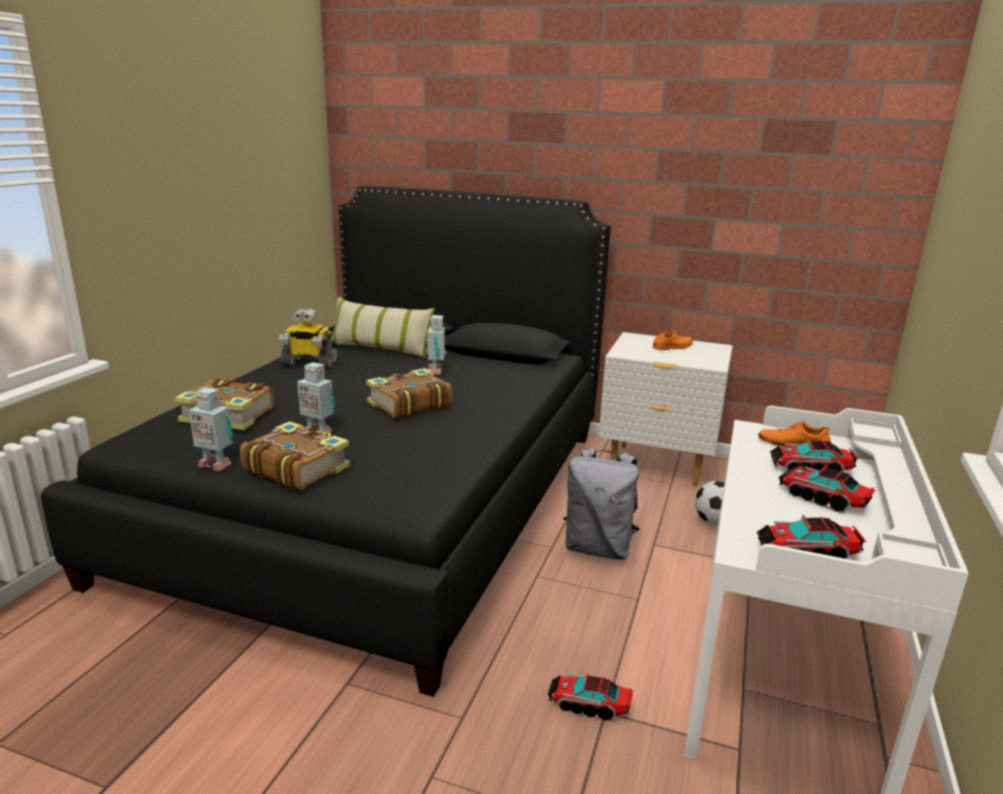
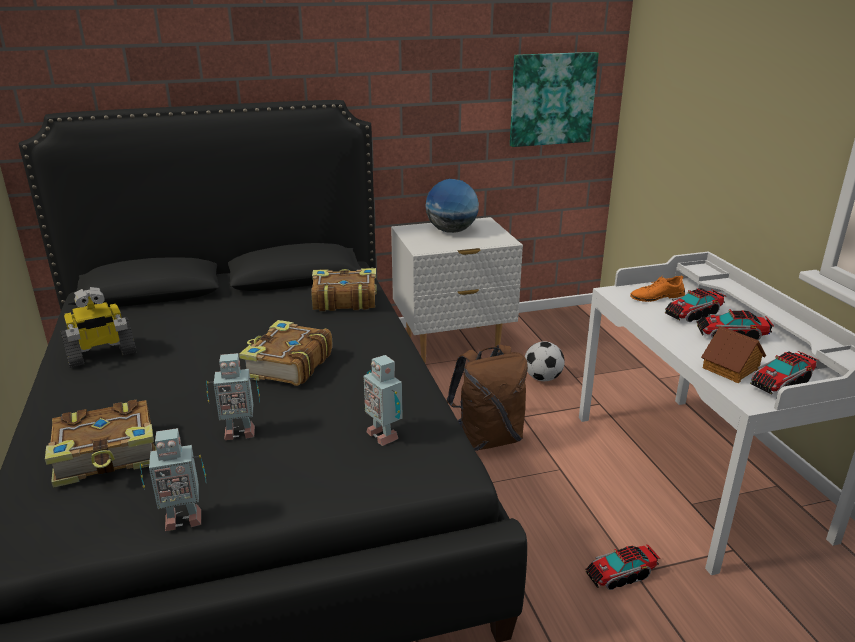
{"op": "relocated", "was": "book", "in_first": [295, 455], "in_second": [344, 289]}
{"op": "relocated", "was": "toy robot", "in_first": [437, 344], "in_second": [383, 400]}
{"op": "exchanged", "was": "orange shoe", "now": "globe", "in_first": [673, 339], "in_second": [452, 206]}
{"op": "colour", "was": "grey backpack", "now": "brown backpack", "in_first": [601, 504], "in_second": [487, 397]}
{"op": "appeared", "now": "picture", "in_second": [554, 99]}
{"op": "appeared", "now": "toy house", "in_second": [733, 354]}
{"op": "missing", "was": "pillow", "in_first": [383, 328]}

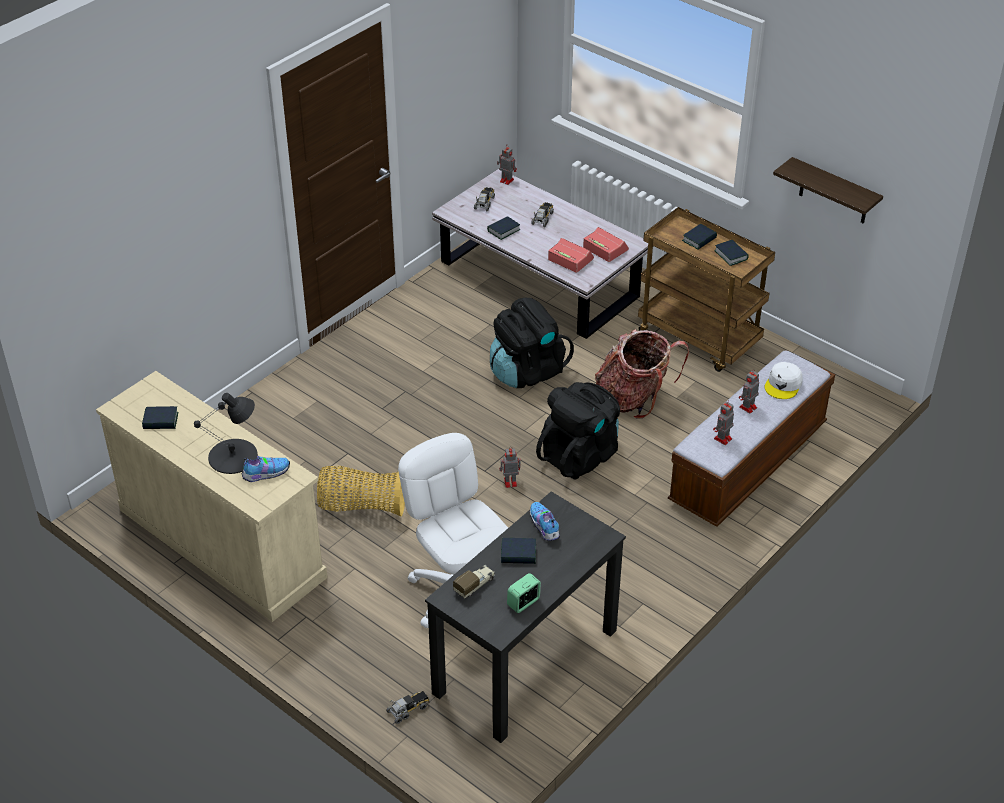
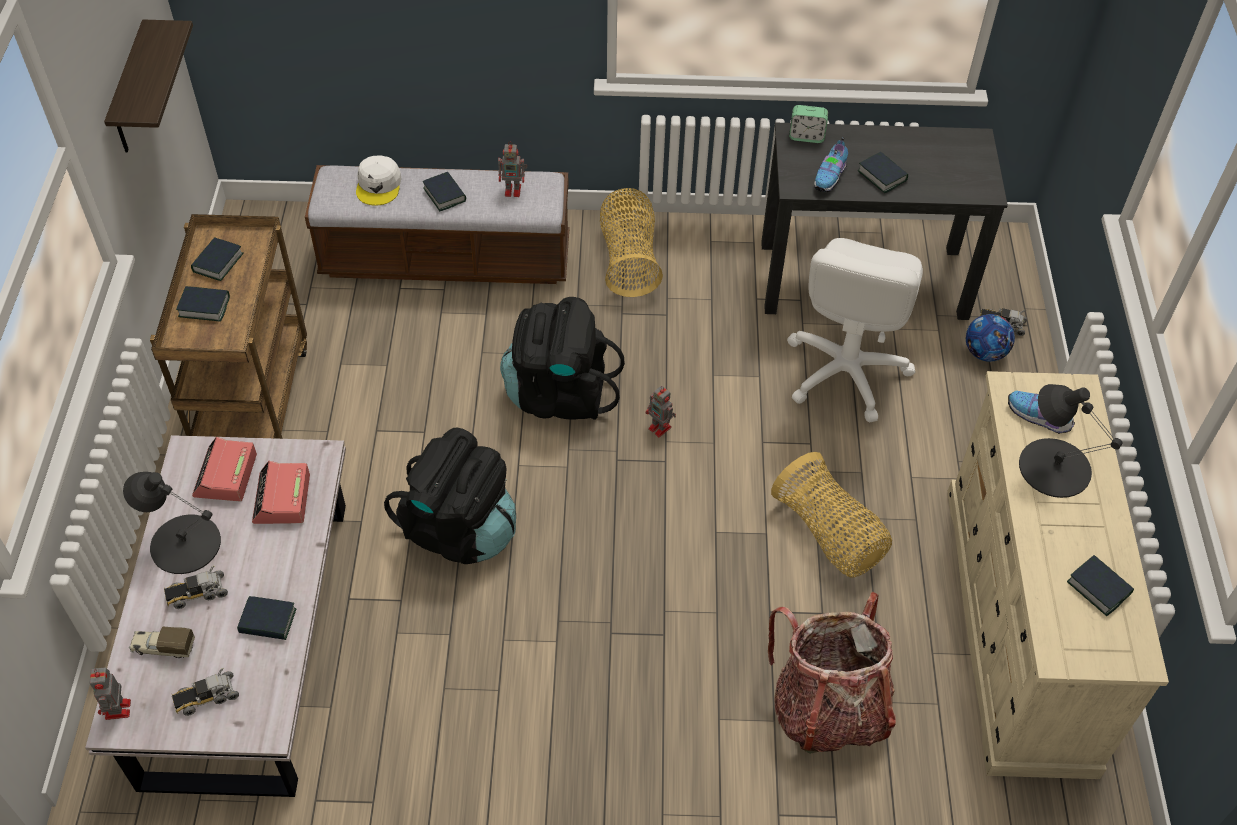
{"op": "appeared", "now": "black table lamp", "in_second": [172, 523]}
{"op": "relocated", "was": "toy truck", "in_first": [474, 581], "in_second": [162, 642]}
{"op": "spun", "was": "white cap", "in_first": [784, 380], "in_second": [378, 180], "clockwise": 105}
{"op": "exchanged", "was": "toy robot", "now": "book", "in_first": [749, 391], "in_second": [444, 191]}
{"op": "appeared", "now": "basket", "in_second": [631, 242]}
{"op": "relocated", "was": "backpack", "in_first": [642, 374], "in_second": [832, 672]}
{"op": "relocated", "was": "alarm clock", "in_first": [524, 593], "in_second": [808, 124]}
{"op": "appeared", "now": "football", "in_second": [990, 338]}

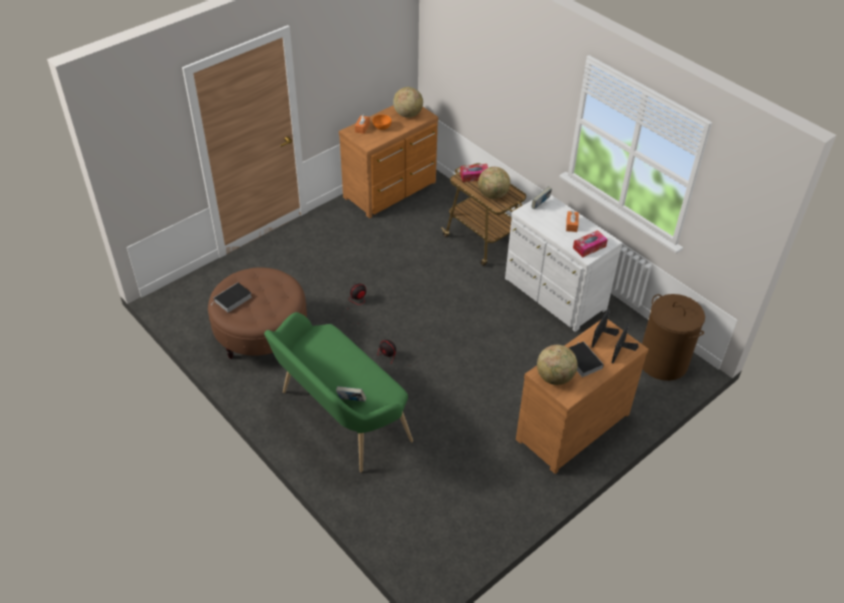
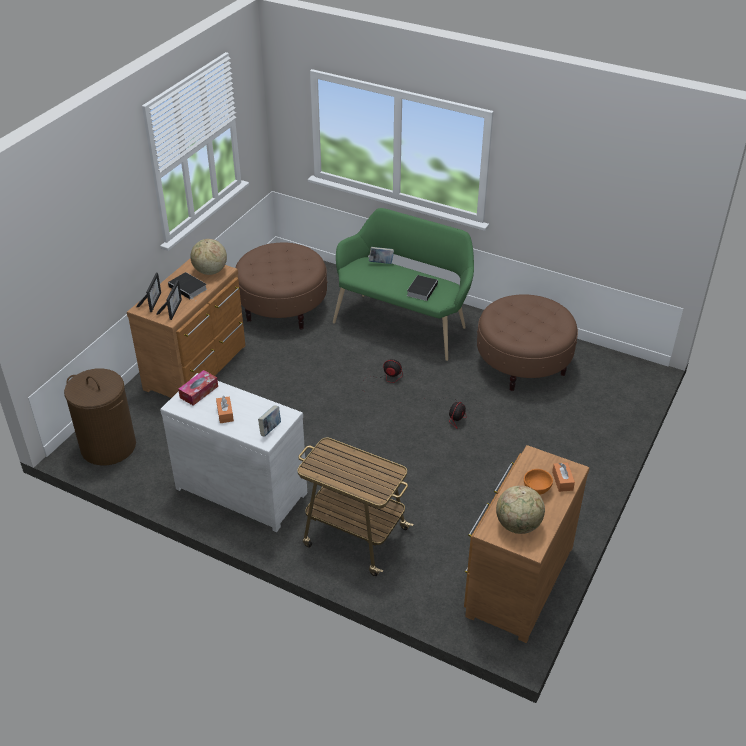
{"op": "appeared", "now": "brown ottoman", "in_second": [281, 285]}
{"op": "relocated", "was": "book", "in_first": [232, 297], "in_second": [422, 288]}
{"op": "missing", "was": "tissue box", "in_first": [474, 173]}
{"op": "missing", "was": "globe", "in_first": [494, 183]}

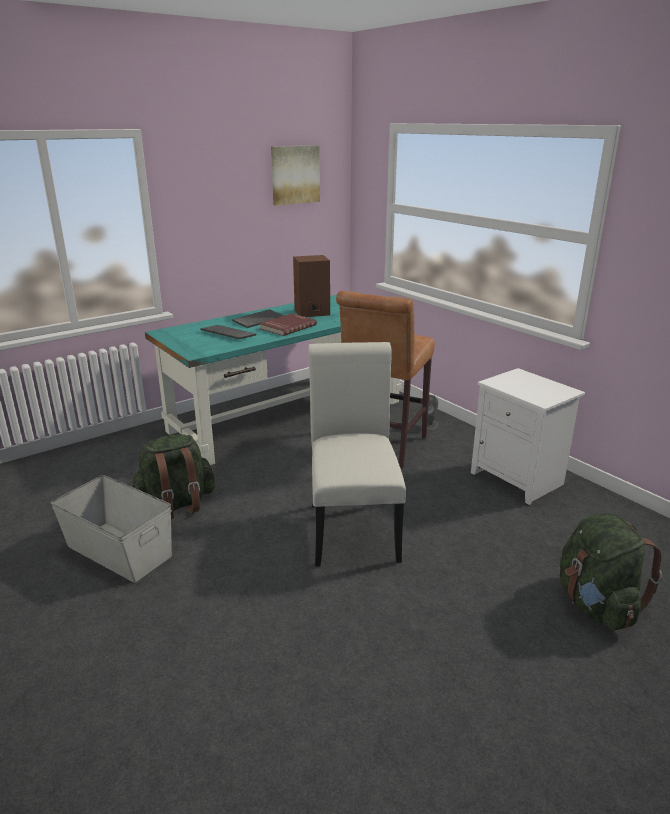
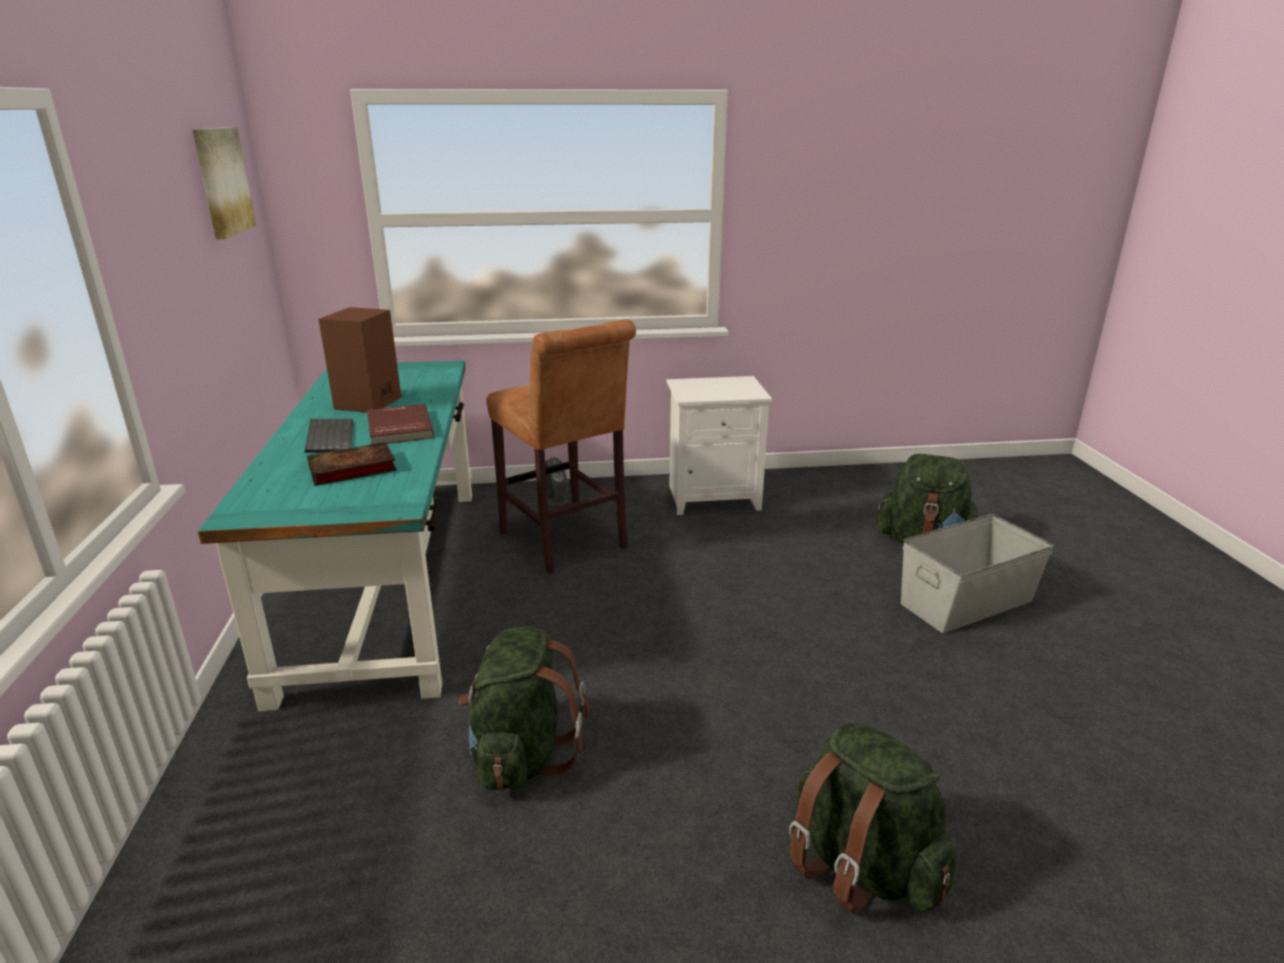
{"op": "exchanged", "was": "keyboard", "now": "book", "in_first": [228, 332], "in_second": [352, 464]}
{"op": "appeared", "now": "green backpack", "in_second": [872, 818]}
{"op": "relocated", "was": "grey storage box", "in_first": [111, 529], "in_second": [977, 573]}
{"op": "missing", "was": "white chair", "in_first": [357, 454]}

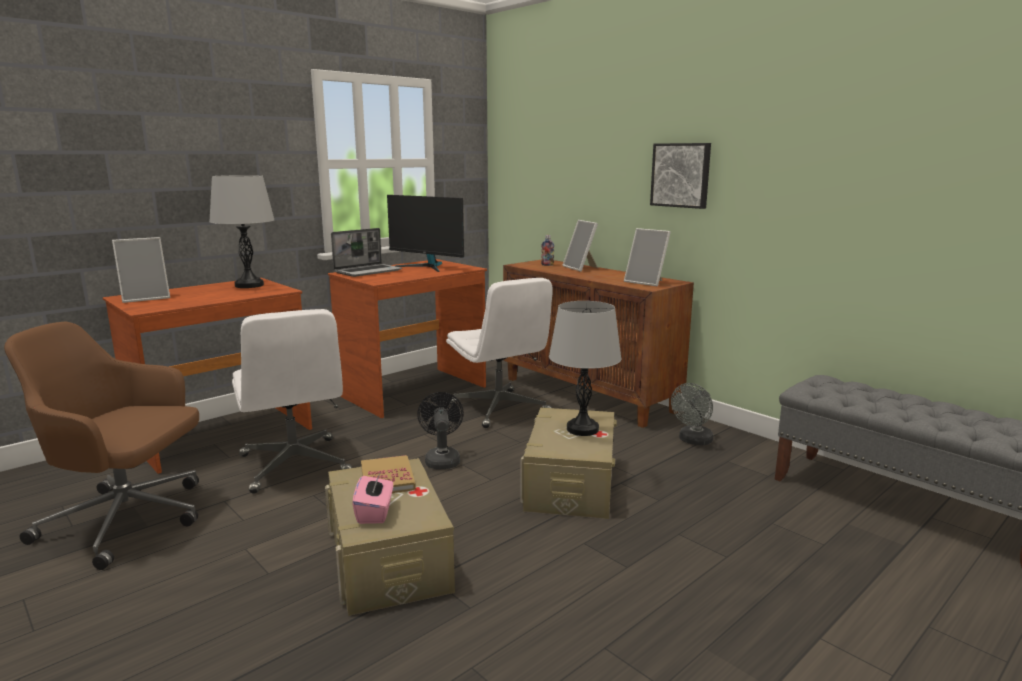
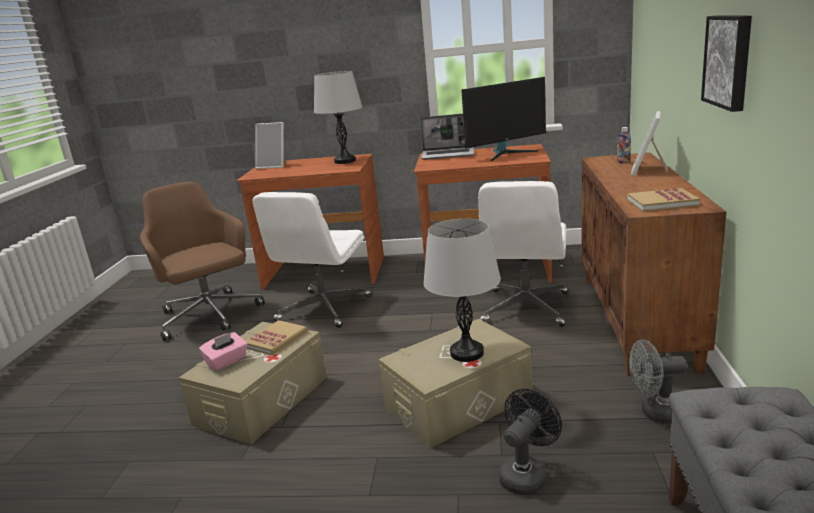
{"op": "spun", "was": "monitor", "in_first": [425, 233], "in_second": [504, 119], "clockwise": -105}
{"op": "relocated", "was": "black fan", "in_first": [440, 430], "in_second": [530, 441]}
{"op": "exchanged", "was": "picture frame", "now": "book", "in_first": [647, 257], "in_second": [663, 200]}

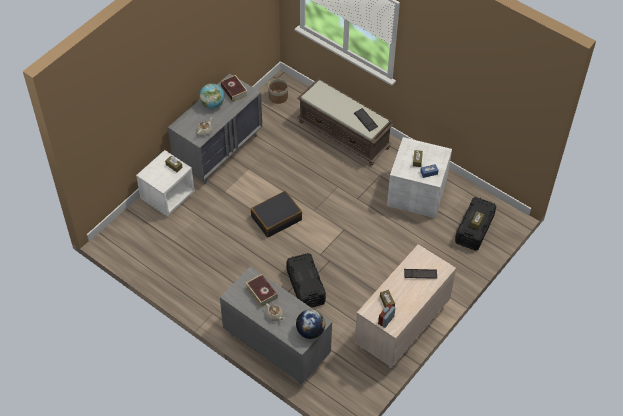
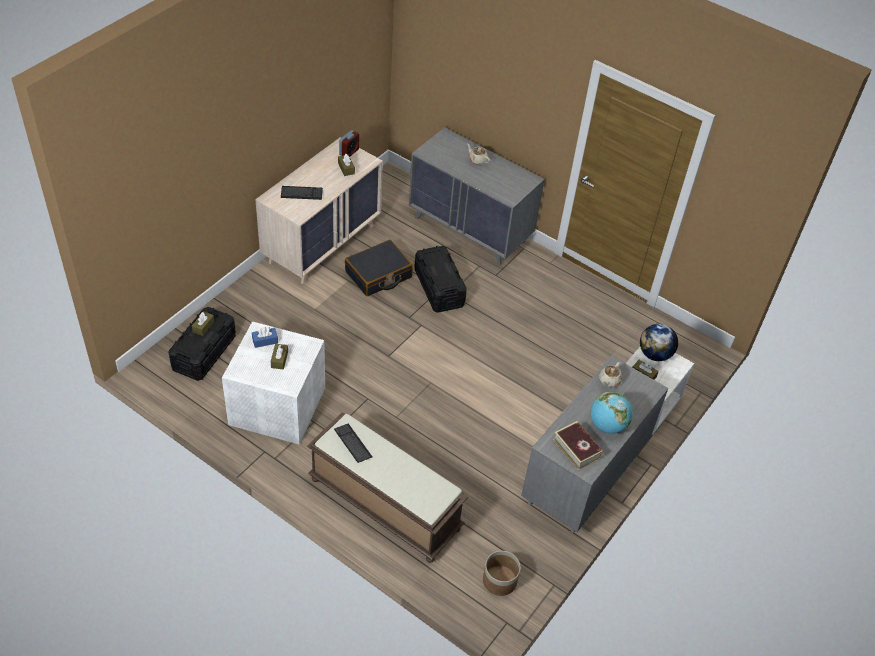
{"op": "relocated", "was": "black suitcase", "in_first": [276, 214], "in_second": [379, 268]}
{"op": "relocated", "was": "globe", "in_first": [310, 324], "in_second": [659, 342]}
{"op": "missing", "was": "book", "in_first": [262, 291]}

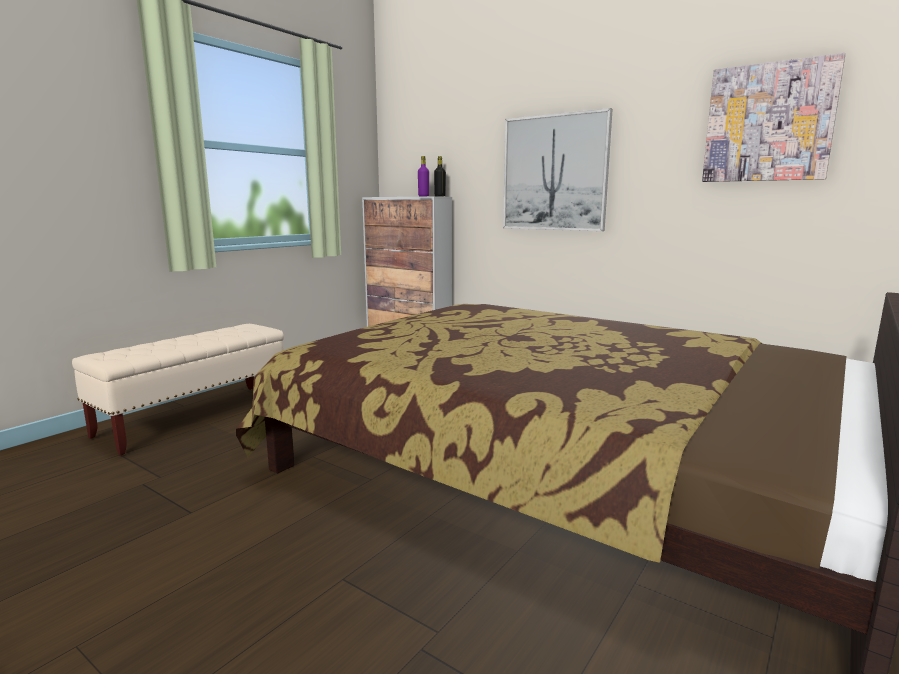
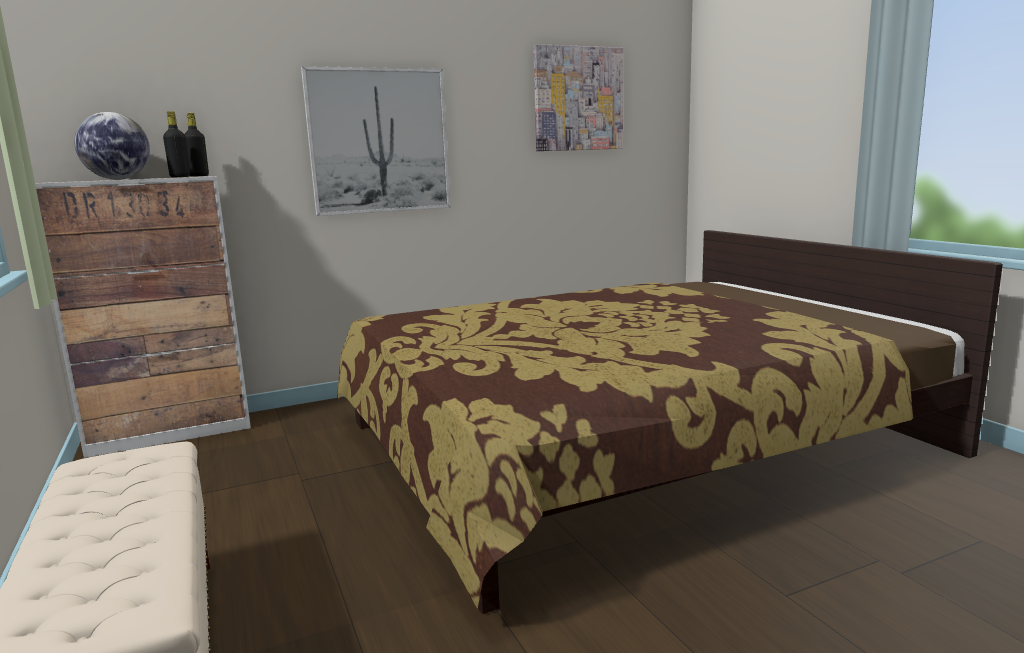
{"op": "appeared", "now": "globe", "in_second": [112, 145]}
{"op": "colour", "was": "purple bottle", "now": "black bottle", "in_first": [423, 176], "in_second": [176, 144]}

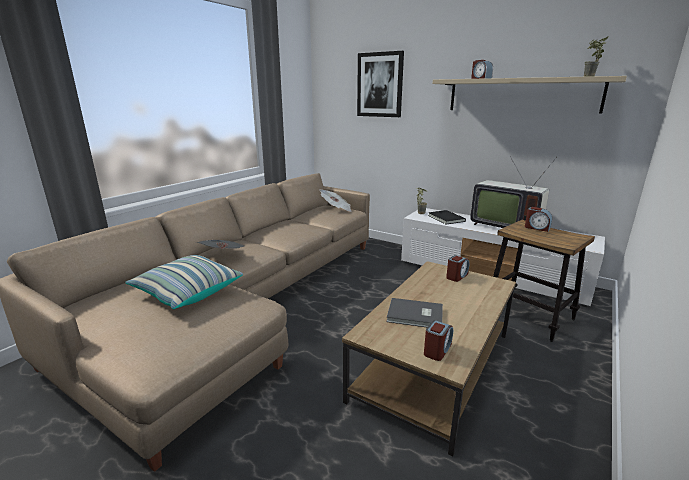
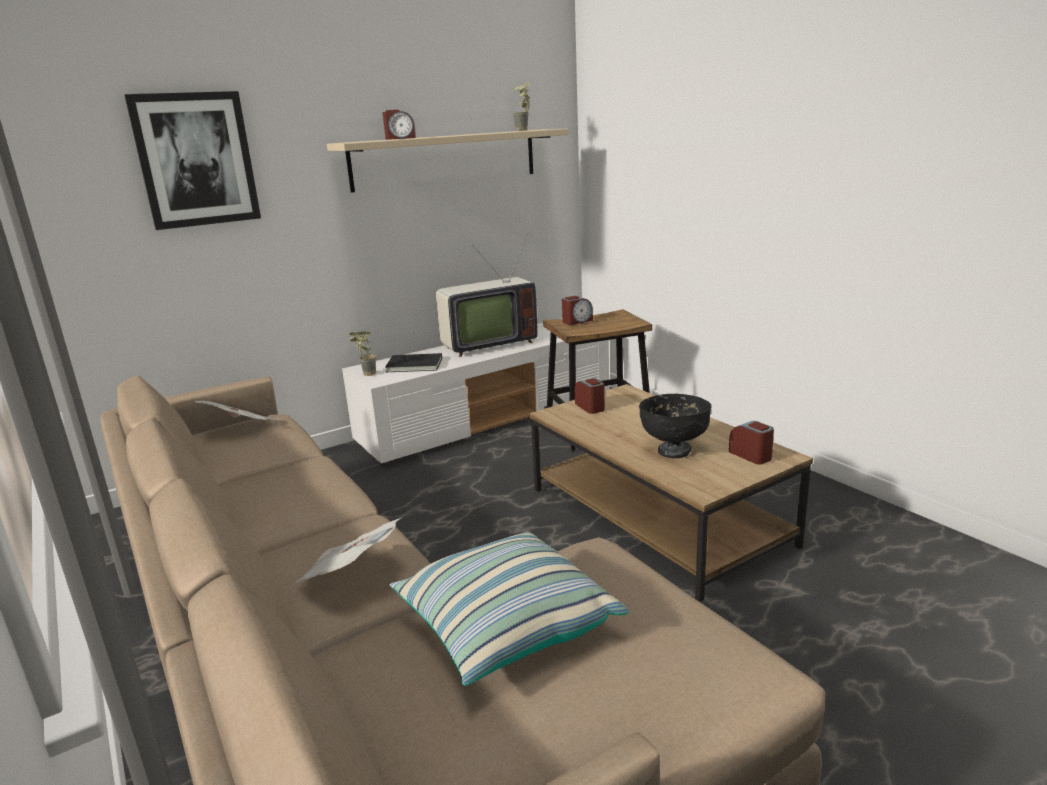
{"op": "exchanged", "was": "grey book", "now": "black bowl", "in_first": [414, 312], "in_second": [675, 426]}

